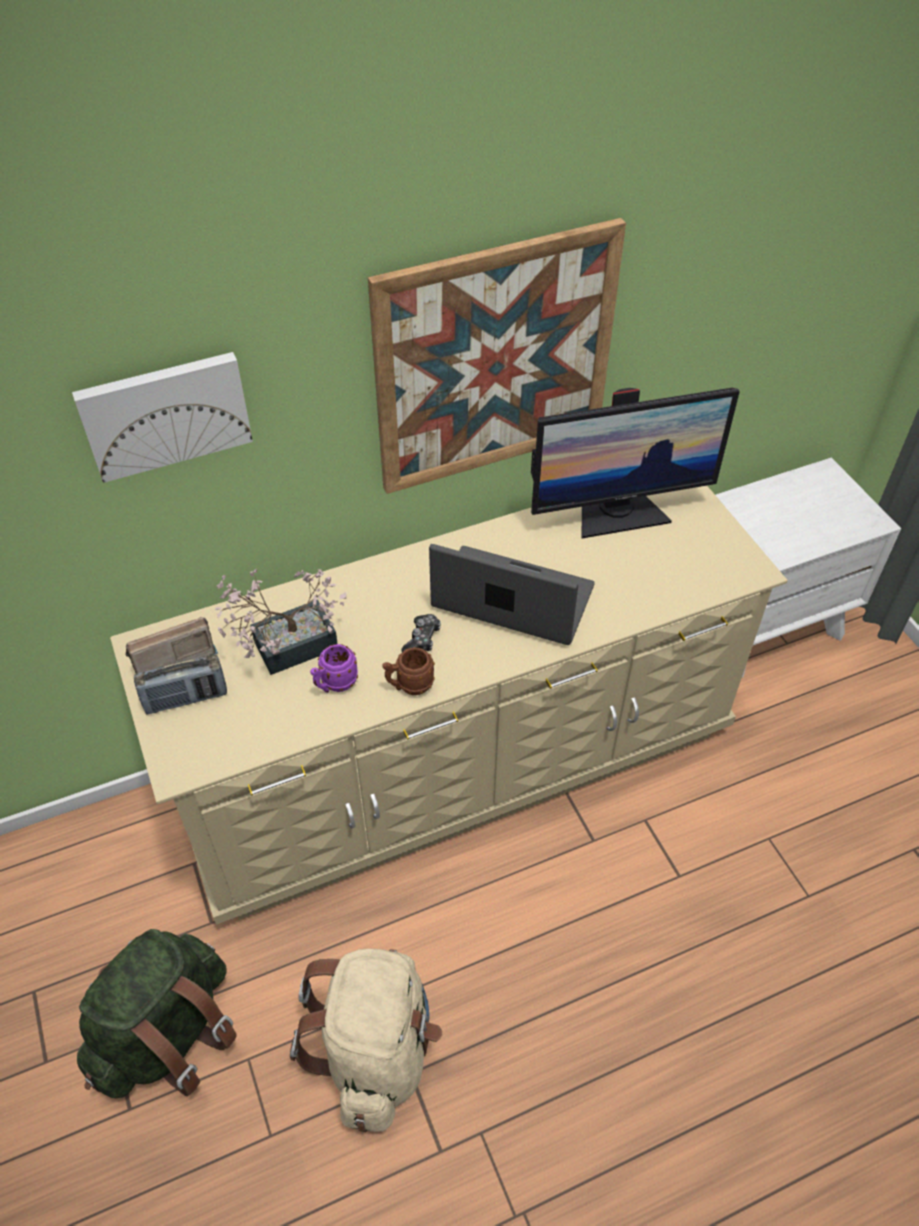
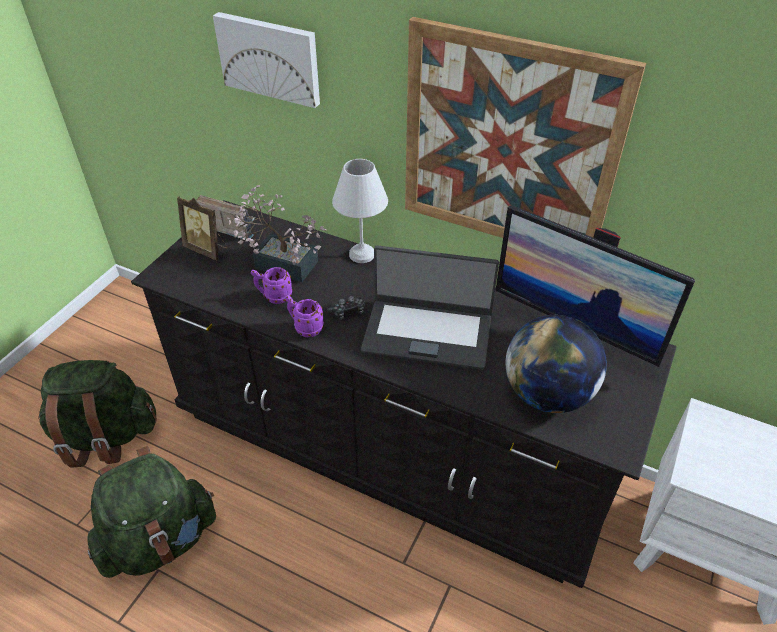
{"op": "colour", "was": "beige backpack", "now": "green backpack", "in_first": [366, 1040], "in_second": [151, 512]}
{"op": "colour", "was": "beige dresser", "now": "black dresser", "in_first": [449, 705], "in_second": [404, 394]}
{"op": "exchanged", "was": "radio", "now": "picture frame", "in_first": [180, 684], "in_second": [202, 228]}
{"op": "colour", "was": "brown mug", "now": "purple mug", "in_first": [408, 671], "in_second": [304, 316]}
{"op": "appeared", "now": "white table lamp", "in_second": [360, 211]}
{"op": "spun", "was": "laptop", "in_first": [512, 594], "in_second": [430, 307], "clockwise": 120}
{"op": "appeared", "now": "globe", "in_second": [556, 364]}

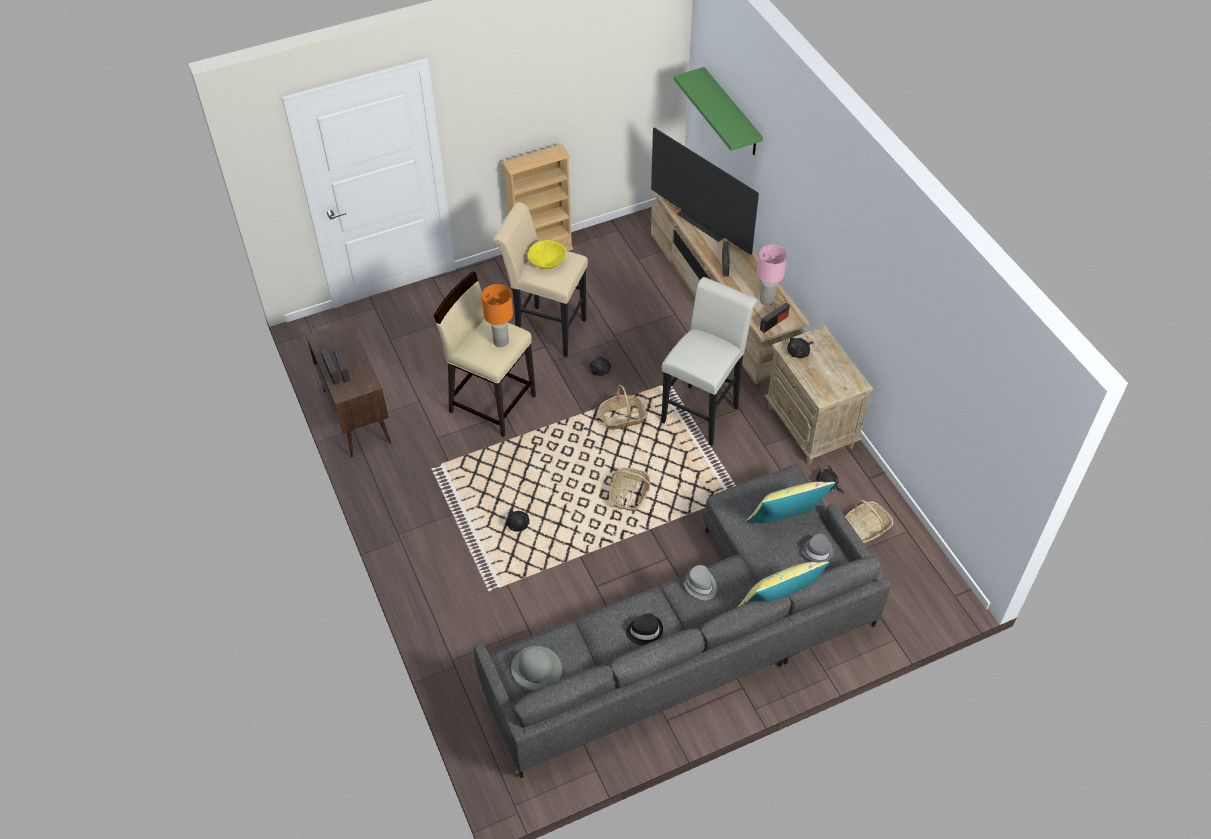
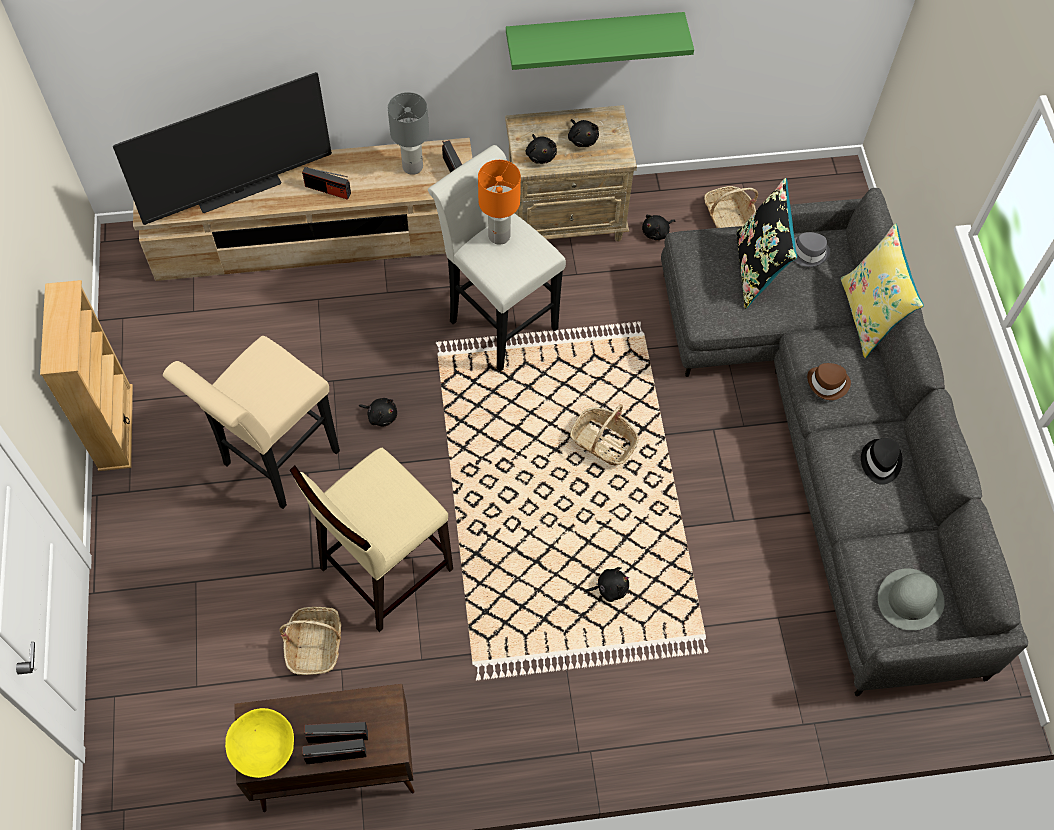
{"op": "relocated", "was": "yellow bowl", "in_first": [547, 254], "in_second": [259, 743]}
{"op": "relocated", "was": "basket", "in_first": [622, 407], "in_second": [310, 641]}
{"op": "colour", "was": "pink table lamp", "now": "grey table lamp", "in_first": [772, 275], "in_second": [408, 133]}
{"op": "relocated", "was": "orange table lamp", "in_first": [497, 315], "in_second": [499, 202]}
{"op": "relocated", "was": "green shelf", "in_first": [718, 111], "in_second": [600, 41]}
{"op": "appeared", "now": "black plush toy", "in_second": [583, 133]}
{"op": "colour", "was": "yellow pillow", "now": "black pillow", "in_first": [791, 502], "in_second": [767, 243]}
{"op": "colour", "was": "grey hat", "now": "brown hat", "in_first": [700, 582], "in_second": [829, 381]}

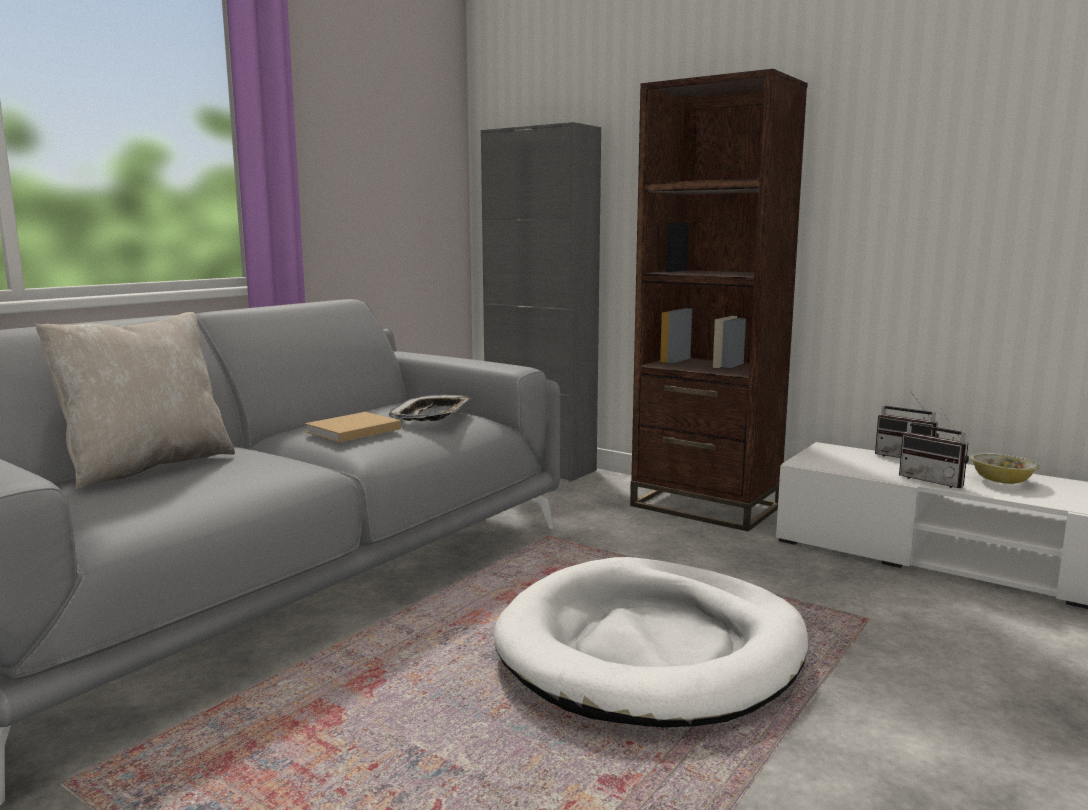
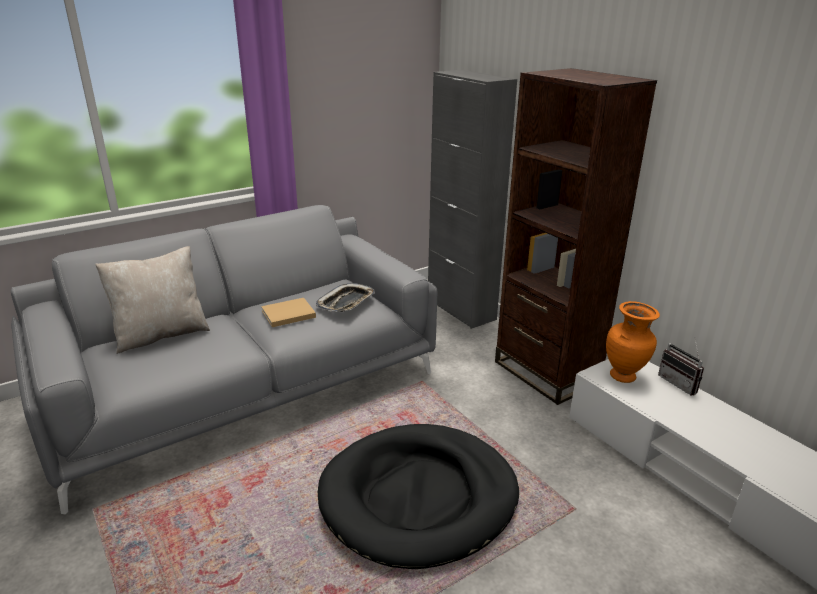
{"op": "colour", "was": "white dog bed", "now": "black dog bed", "in_first": [650, 642], "in_second": [418, 496]}
{"op": "appeared", "now": "orange vase", "in_second": [633, 342]}
{"op": "missing", "was": "radio", "in_first": [934, 448]}
{"op": "missing", "was": "bowl", "in_first": [1004, 468]}

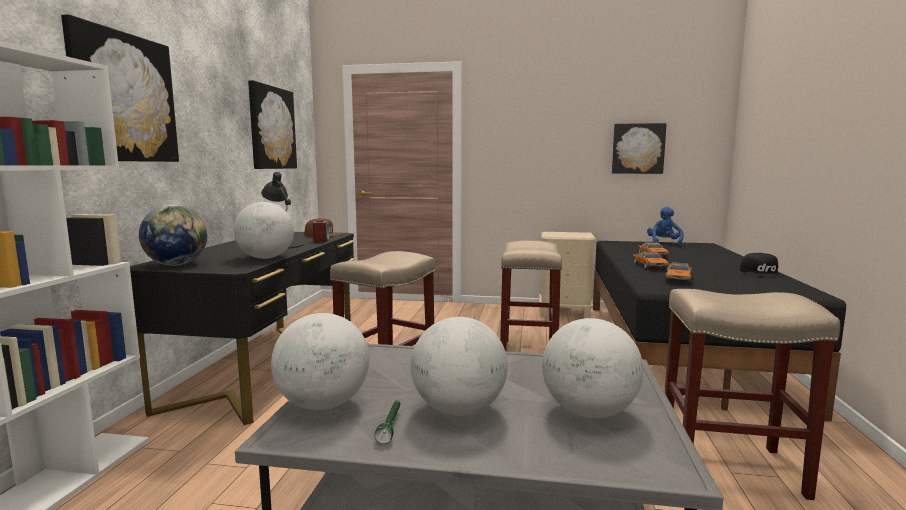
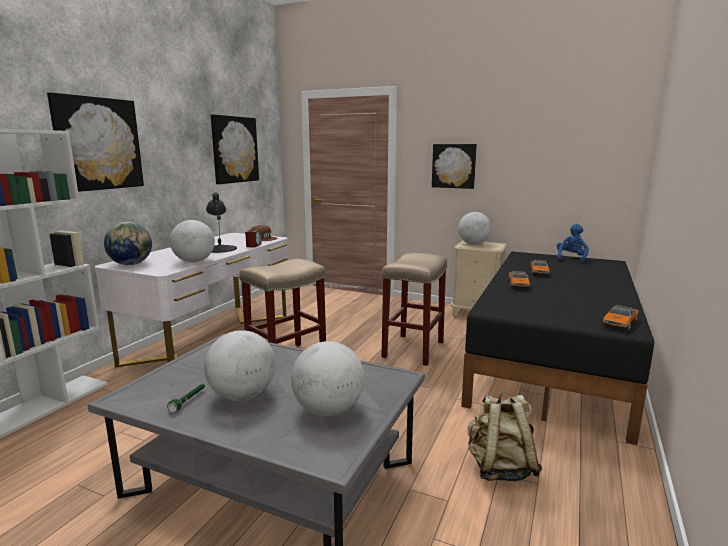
{"op": "colour", "was": "black desk", "now": "white desk", "in_first": [242, 328], "in_second": [191, 300]}
{"op": "relocated", "was": "picture", "in_first": [639, 148], "in_second": [454, 166]}
{"op": "relocated", "was": "globe", "in_first": [320, 361], "in_second": [474, 228]}
{"op": "exchanged", "was": "beige stool", "now": "beige backpack", "in_first": [752, 394], "in_second": [504, 437]}
{"op": "relocated", "was": "toy car", "in_first": [678, 273], "in_second": [620, 317]}
{"op": "missing", "was": "black cap", "in_first": [762, 265]}

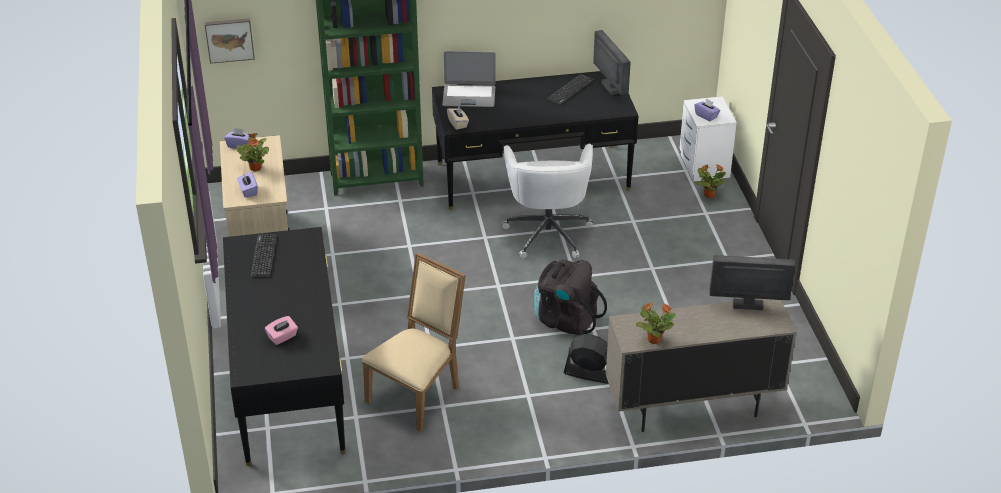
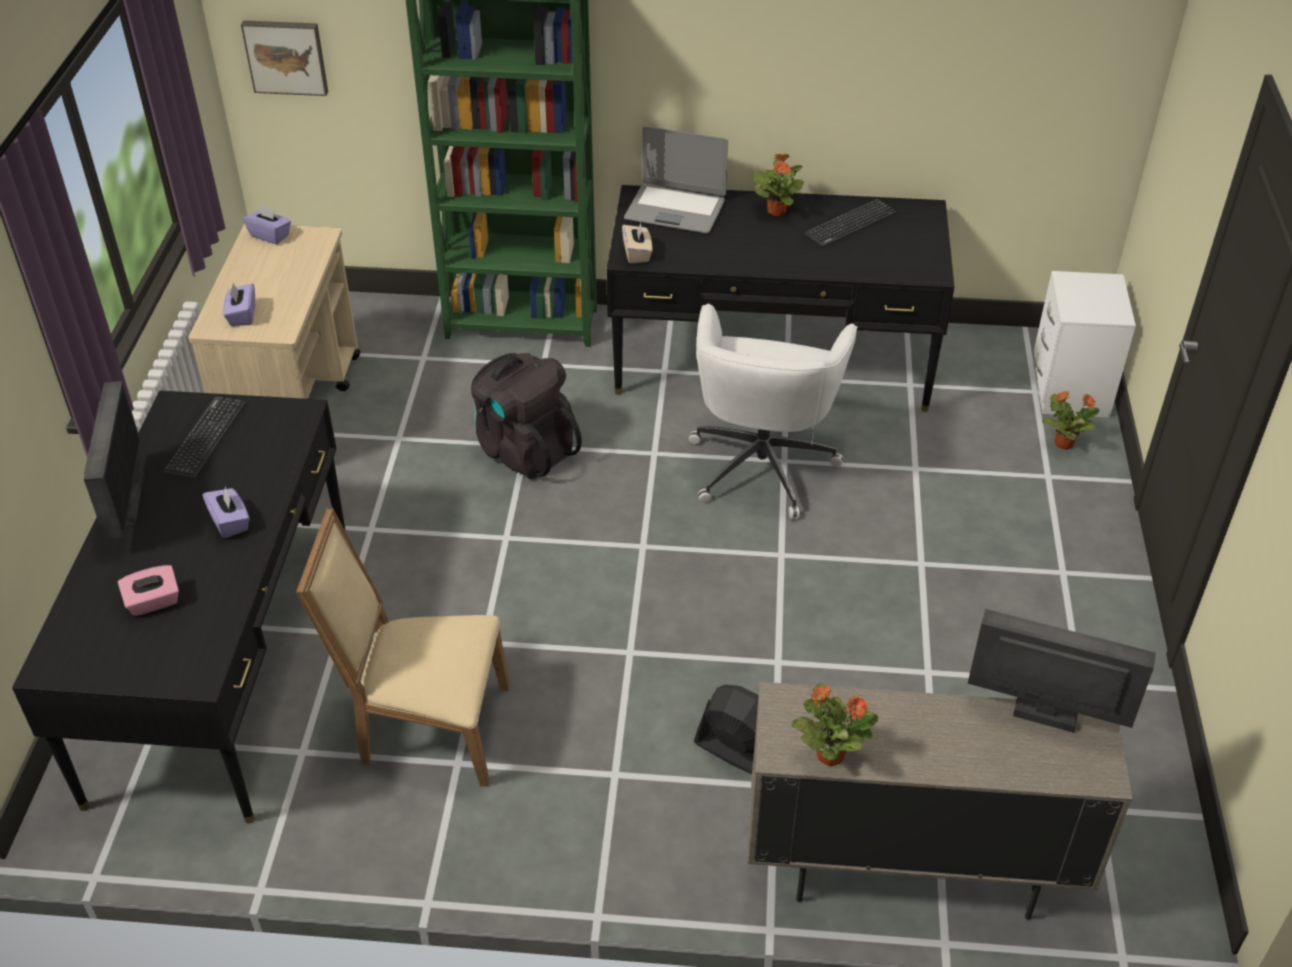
{"op": "relocated", "was": "monitor", "in_first": [612, 62], "in_second": [113, 460]}
{"op": "relocated", "was": "purple tissue box", "in_first": [707, 110], "in_second": [226, 512]}
{"op": "spun", "was": "beige chair", "in_first": [414, 342], "in_second": [403, 647], "clockwise": -135}
{"op": "relocated", "was": "black backpack", "in_first": [570, 297], "in_second": [526, 416]}
{"op": "relocated", "was": "potted plant", "in_first": [253, 152], "in_second": [778, 185]}

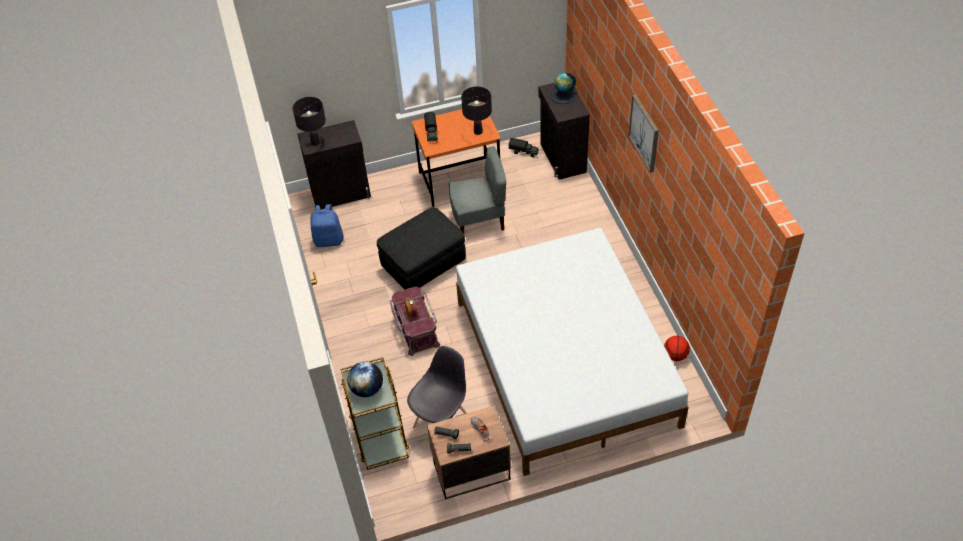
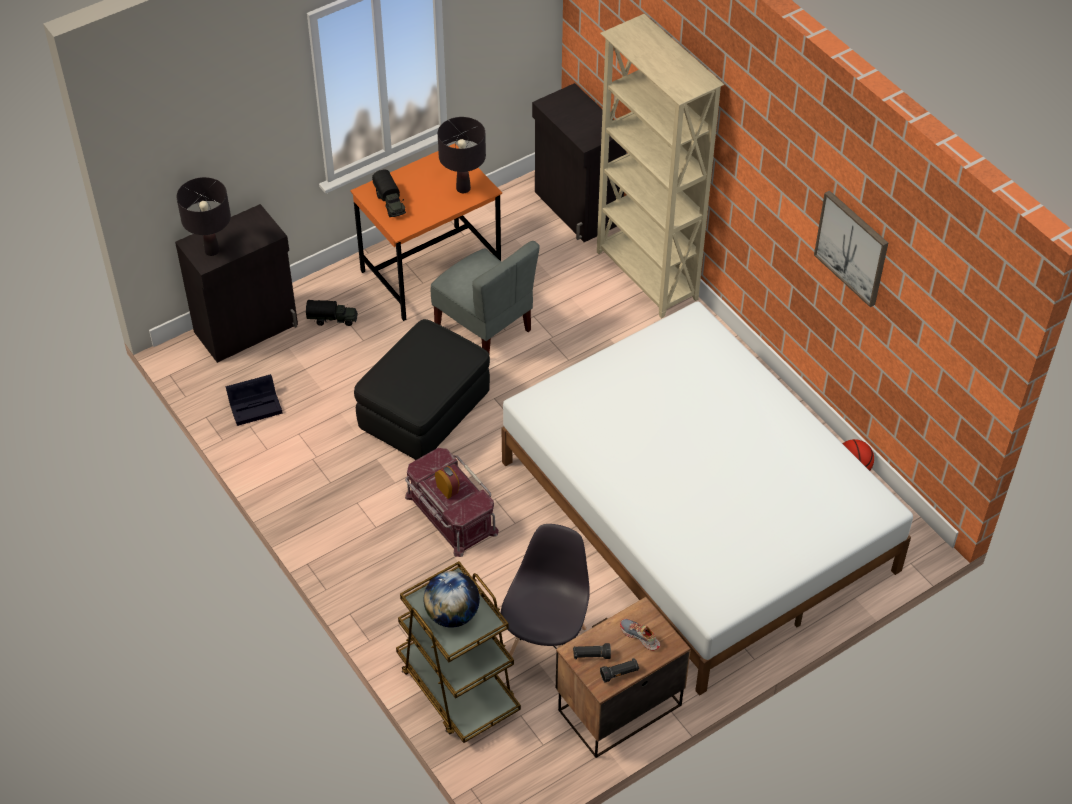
{"op": "exchanged", "was": "blue backpack", "now": "black storage box", "in_first": [327, 225], "in_second": [254, 400]}
{"op": "relocated", "was": "toy truck", "in_first": [524, 147], "in_second": [332, 313]}
{"op": "spun", "was": "grey chair", "in_first": [477, 189], "in_second": [485, 297], "clockwise": 75}
{"op": "appeared", "now": "beige bookcase", "in_second": [660, 166]}
{"op": "relocated", "was": "picture", "in_first": [643, 133], "in_second": [851, 249]}
{"op": "missing", "was": "globe", "in_first": [563, 88]}

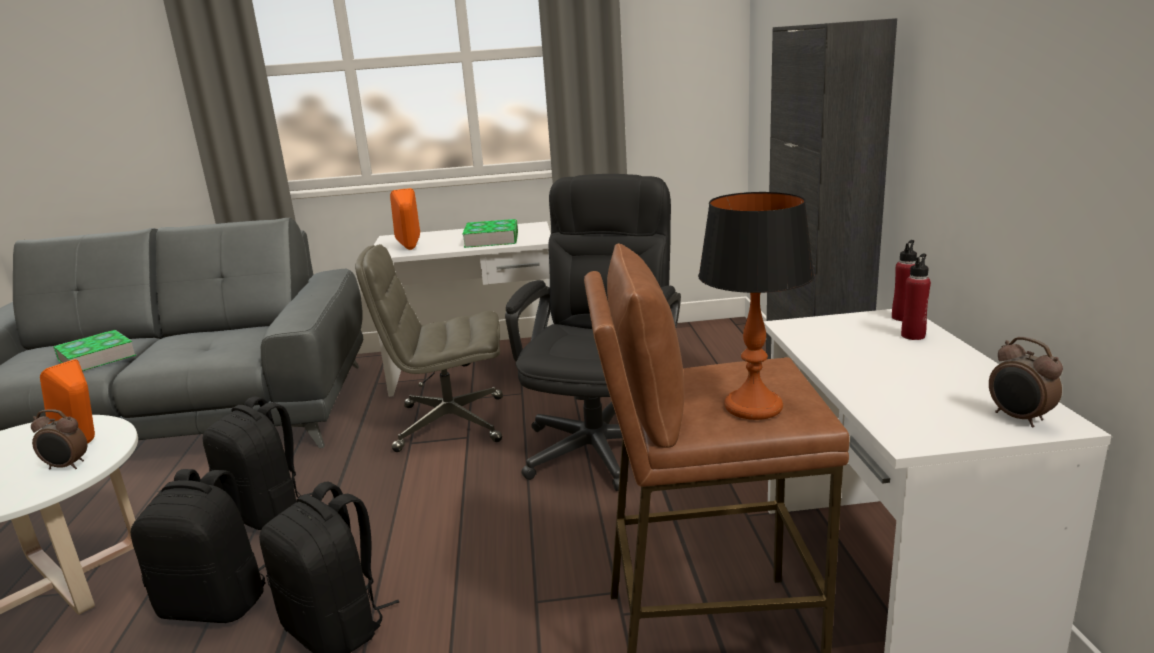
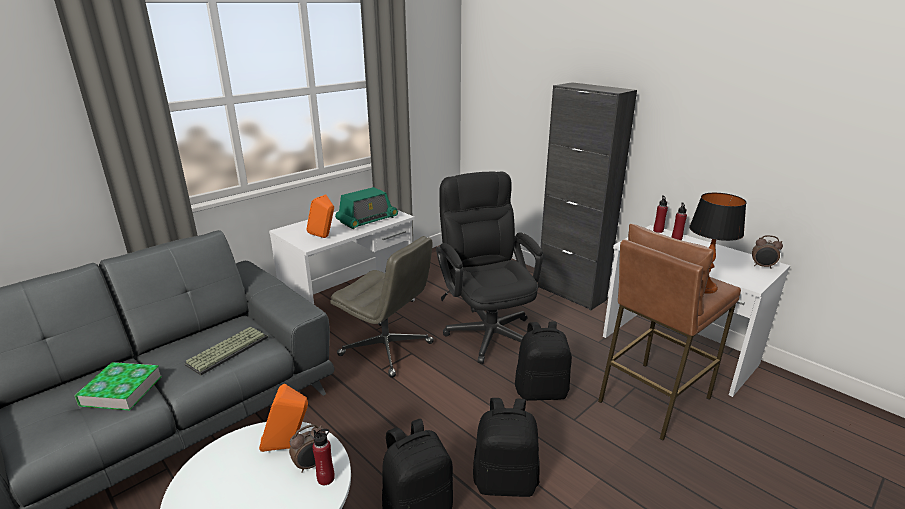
{"op": "appeared", "now": "keyboard", "in_second": [226, 351]}
{"op": "appeared", "now": "red bottle", "in_second": [323, 457]}
{"op": "spun", "was": "grey office chair", "in_first": [429, 348], "in_second": [382, 307], "clockwise": -105}
{"op": "exchanged", "was": "book", "now": "radio", "in_first": [490, 233], "in_second": [366, 208]}
{"op": "relocated", "was": "black backpack", "in_first": [257, 463], "in_second": [543, 361]}

